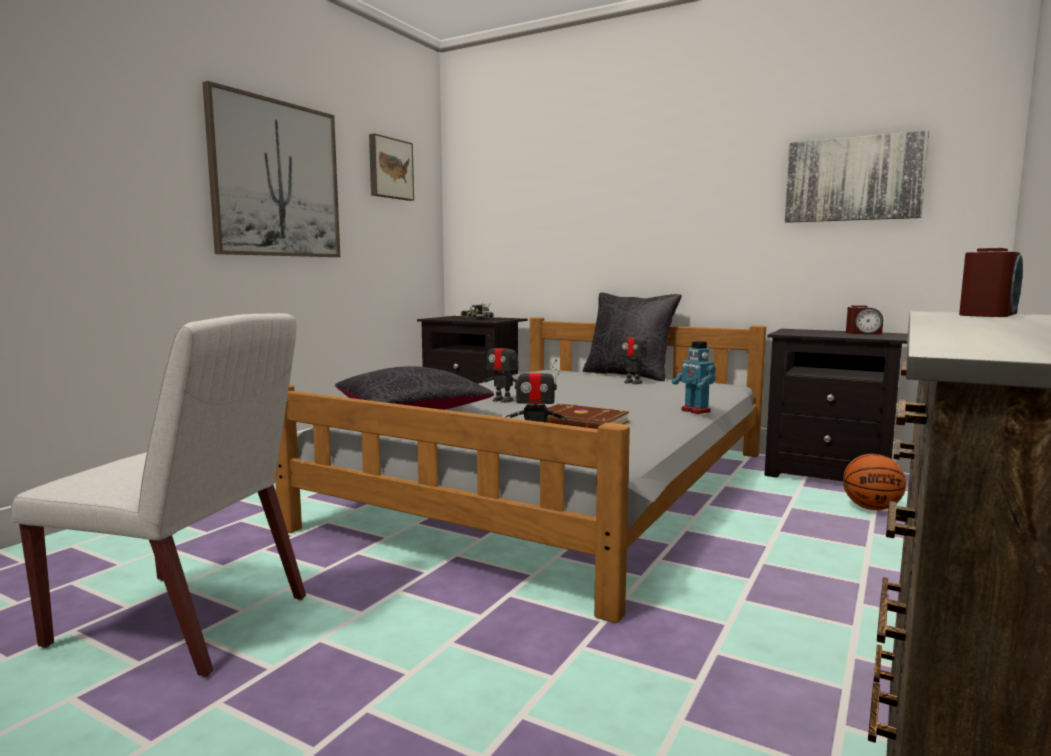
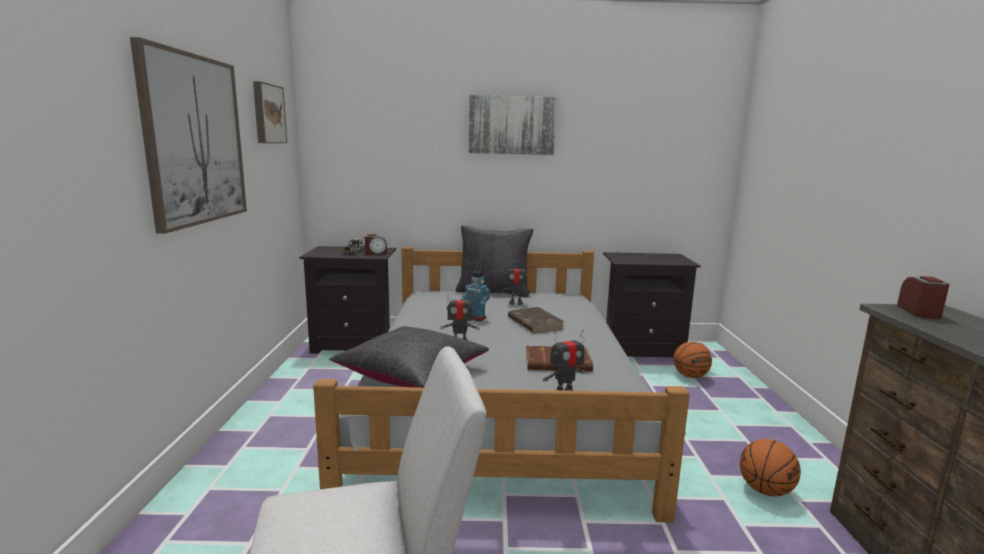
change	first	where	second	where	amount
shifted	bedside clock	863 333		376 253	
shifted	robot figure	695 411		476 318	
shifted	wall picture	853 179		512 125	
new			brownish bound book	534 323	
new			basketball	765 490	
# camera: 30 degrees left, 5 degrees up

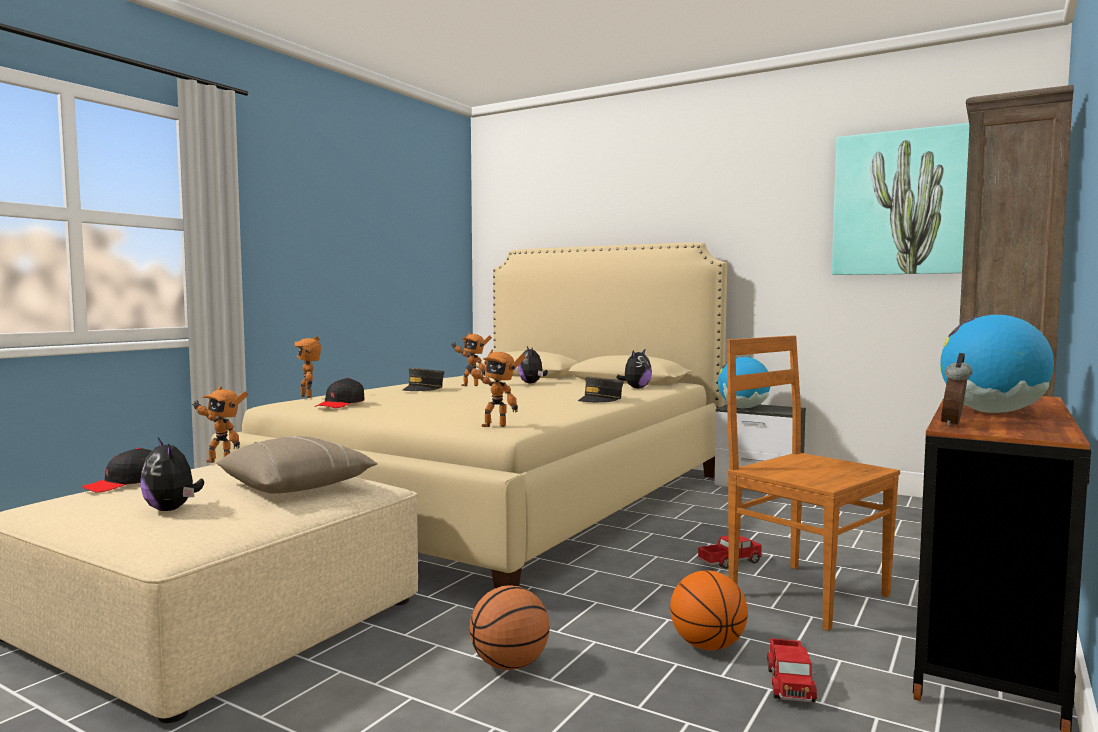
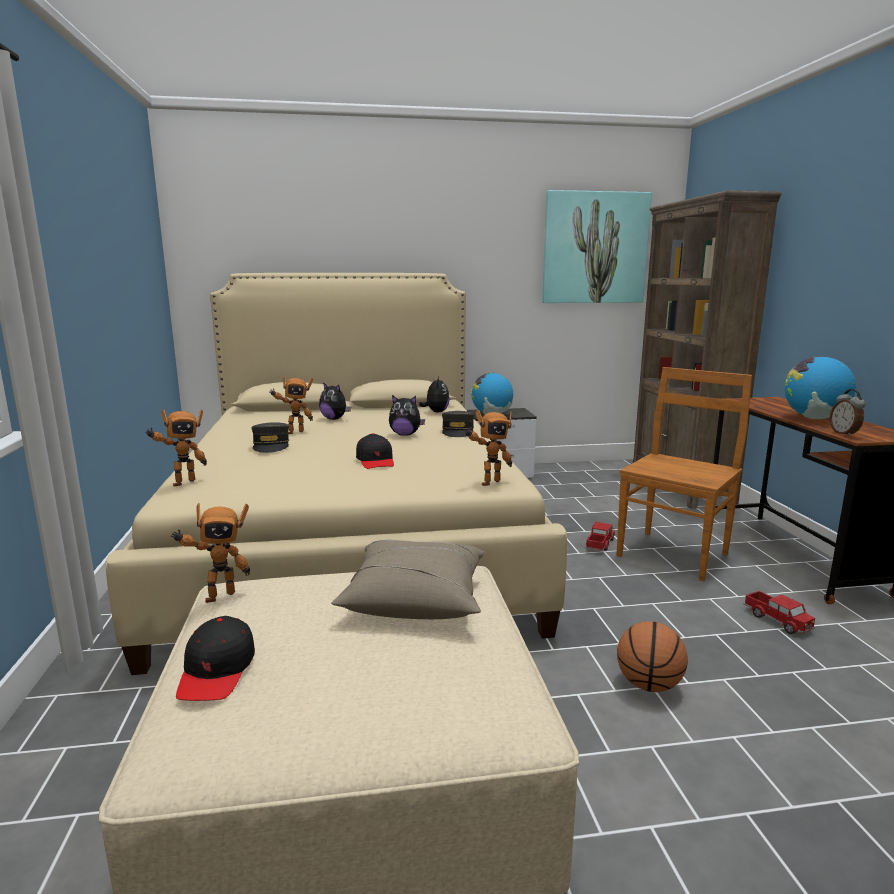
change	first	where	second	where	amount
rotated	robot figure	308 396		182 482	60 degrees counterclockwise
shifted	blackish baseball cap	341 404		376 461	
shifted	plush toy	172 509		405 434	
rotated	brownish chair	804 593		674 554	120 degrees clockwise
gone	basketball	707 646			
# camera: 40 degrees left, 10 degrees up

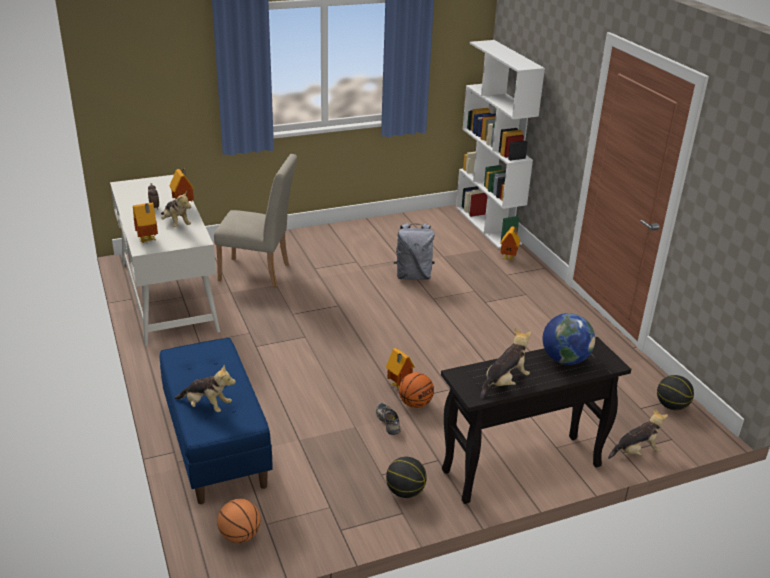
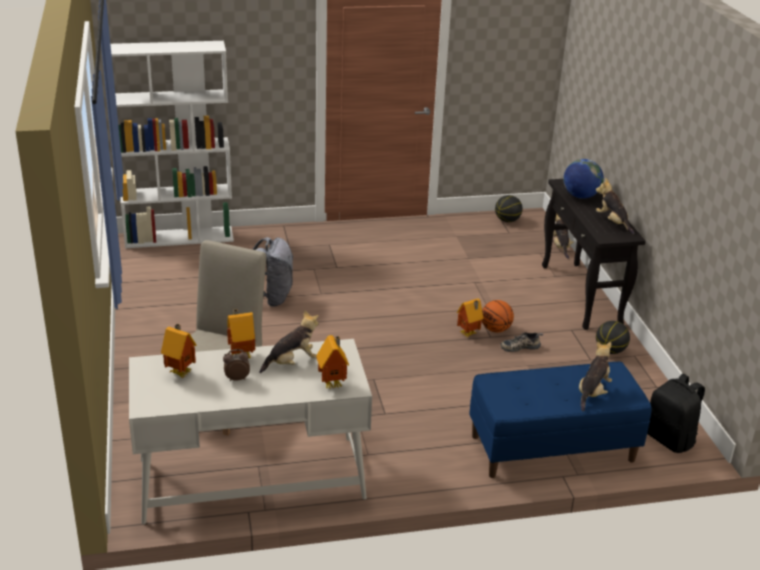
change	first	where	second	where	amount
shifted	toy house	509 258		181 372	
swapped	basketball	240 536	blackish rucksack	670 439	
# camera: 80 degrees left, 0 degrees up

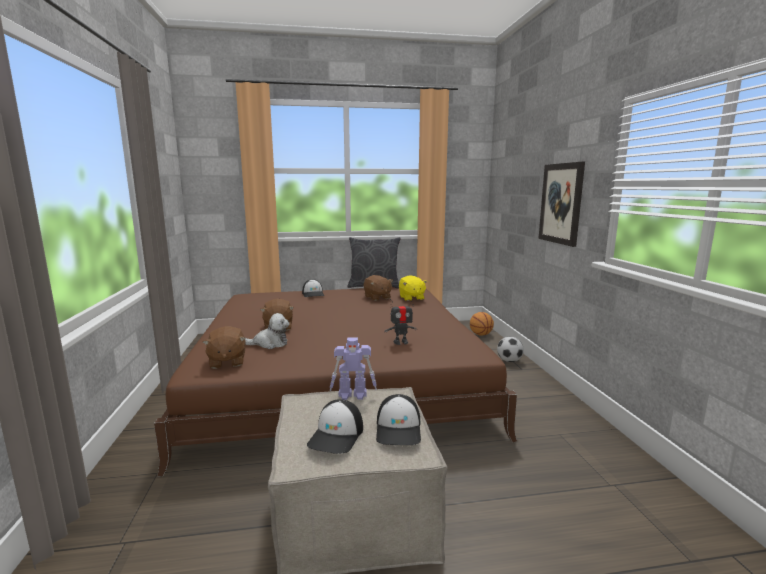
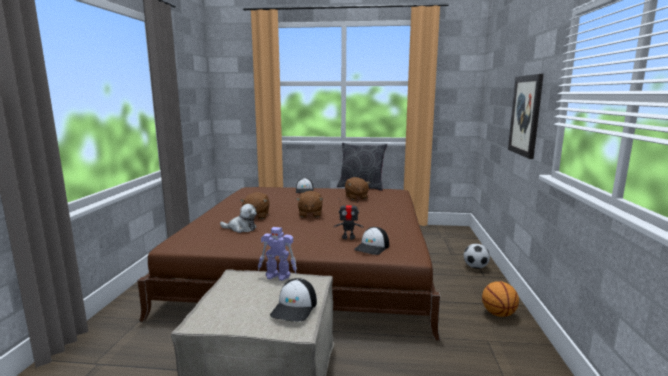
change	first	where	second	where	amount
shifted	brownish plush toy	227 362		310 214	
shifted	baseball cap	337 435		372 247	
shifted	basketball	481 334		498 314	
gone	yellow-coloured plush toy	411 298			
# camera: 15 degrees right, 0 degrees up

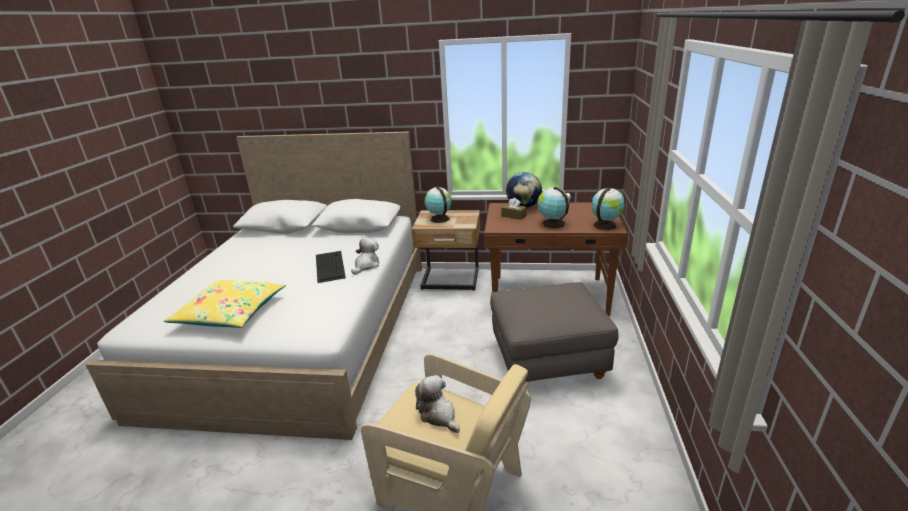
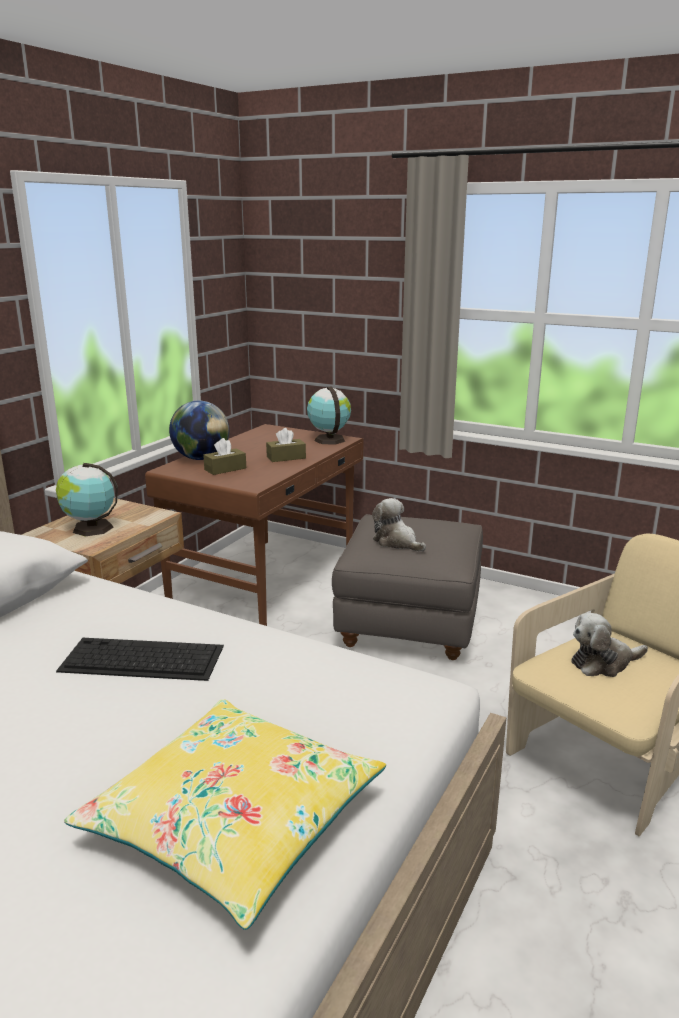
change	first	where	second	where	amount
swapped	desk globe	552 223	brownish box of tissues	286 457	
shifted	plush toy	366 265		397 542	
# camera: 70 degrees left, 5 degrees down

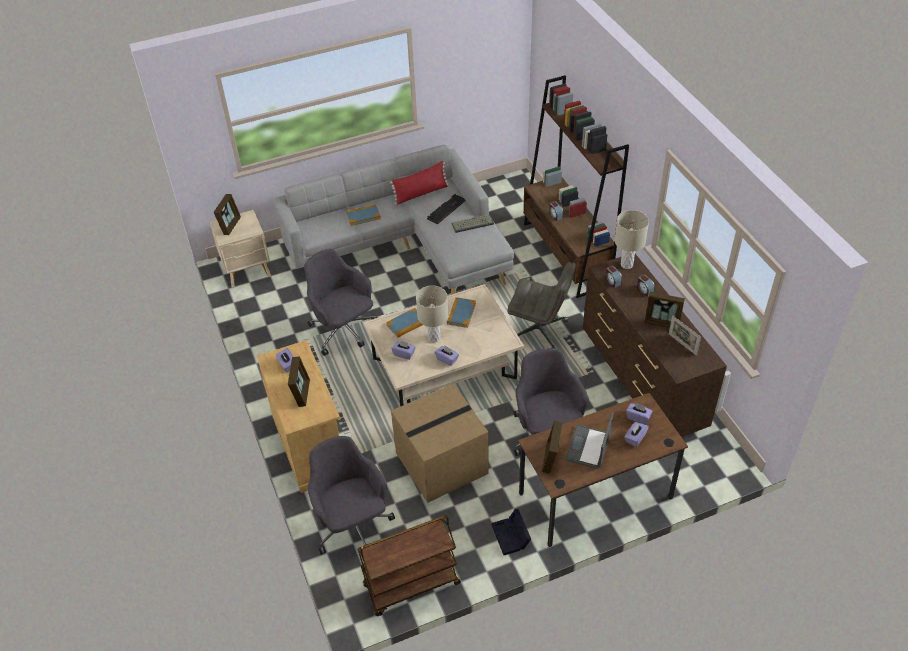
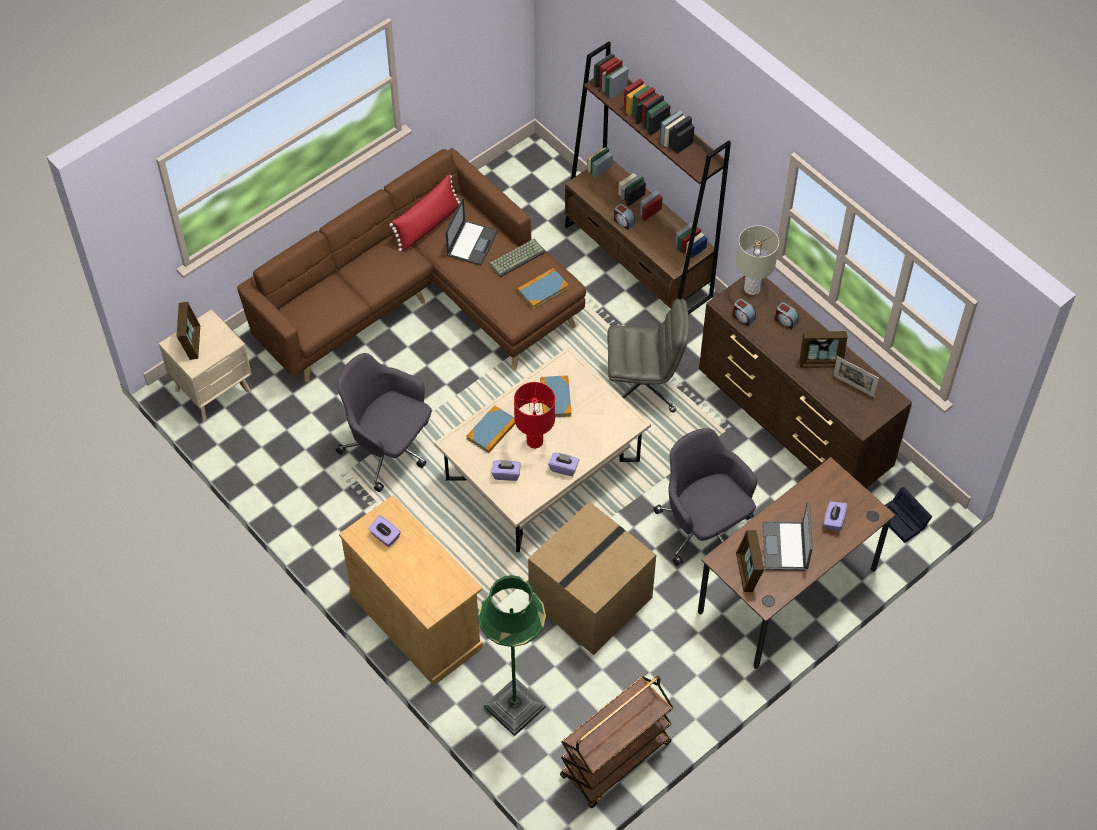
change	first	where	second	where	amount
repainted	grey sofa	408 249	brownish sofa	423 303	
swapped	computer keyboard	446 209	portable computer	472 243	
swapped	grey desk chair	352 524	greenish floor lamp	515 707	
repainted	sand-coloured table lamp	434 338	reddish table lamp	534 441	
shifted	bound book	363 216		543 289	
shifted	blackish storage container	511 537		903 520	
gone	standing frame	301 393			
gone	purplish box of tissues	638 417			
# camera: 20 degrees left, 10 degrees up

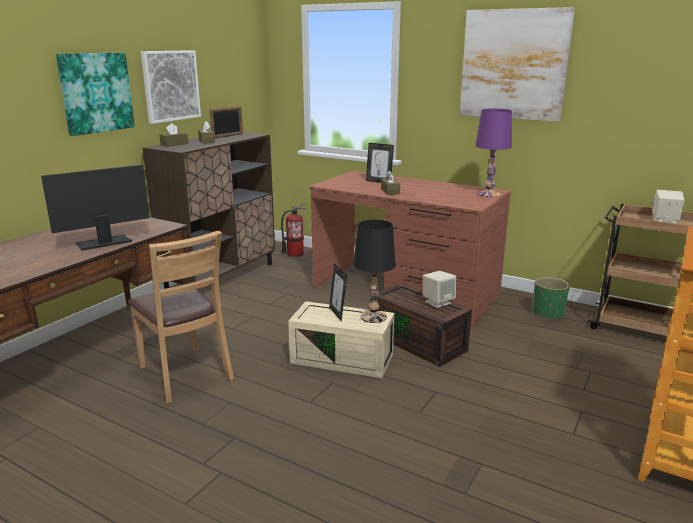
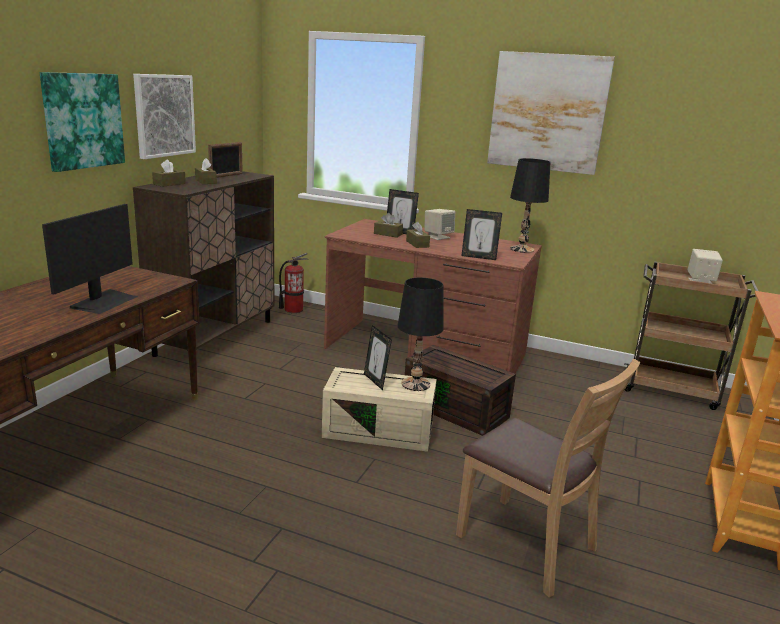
change	first	where	second	where	amount
rotated	monitor	103 242		104 301	150 degrees clockwise
new			brownish box of tissues	388 234	
shifted	sand-coloured speaker	438 302		438 237	
shifted	brownish chair	185 374		527 544	
new			standing frame	479 257	
repainted	purplish table lamp	488 194	blackish table lamp	521 249	
gone	greenish plant pot	548 314			
# camera: 10 degrees left, 0 degrees up

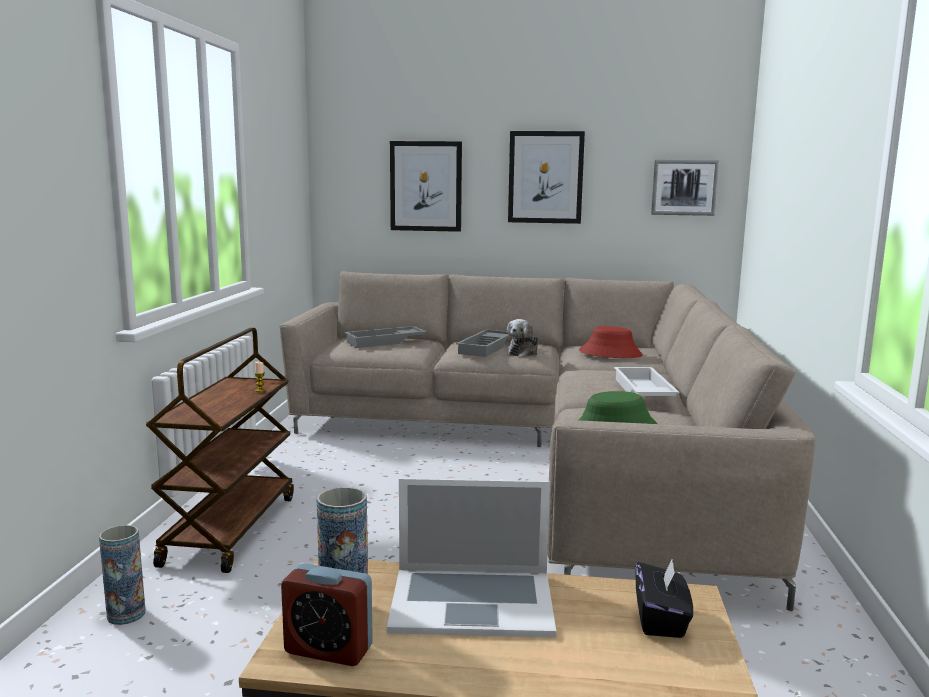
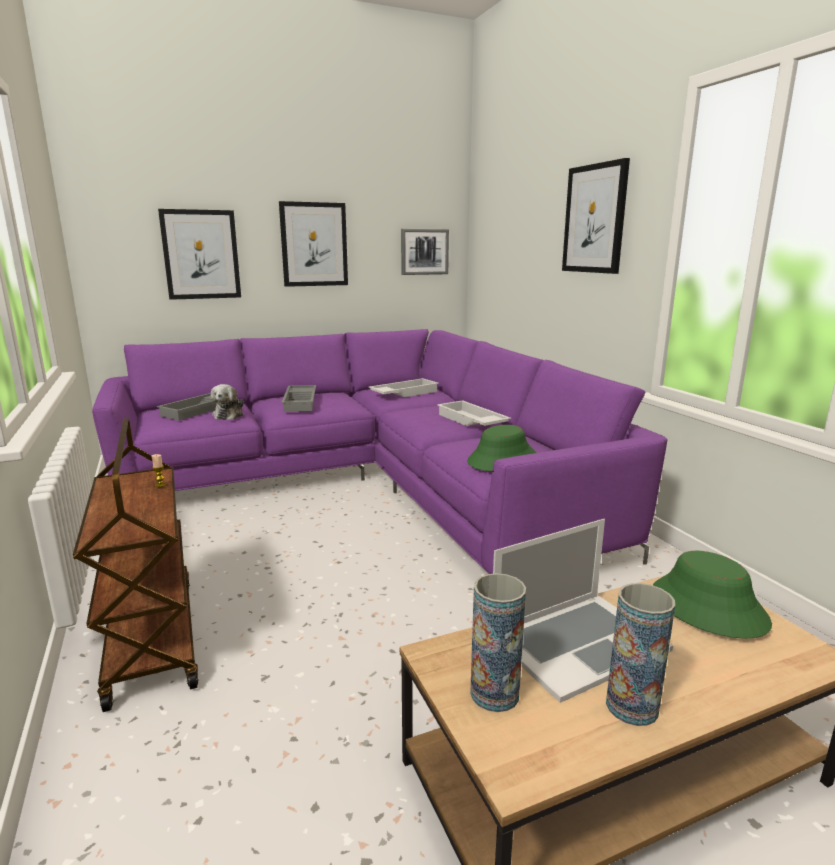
change	first	where	second	where	amount
repainted	sand-coloured sofa	545 452	purplish sofa	372 483	
shifted	plush toy	523 352		229 415	
swapped	reddish wearable hat	610 353	white-coloured tray	404 393	
new			wall picture	595 219	
shifted	vase	126 614		631 706	
swapped	blackish box of tissues	661 620	greenish wearable hat	707 607	
gone	bedside clock	328 650			
# camera: 30 degrees left, 5 degrees up

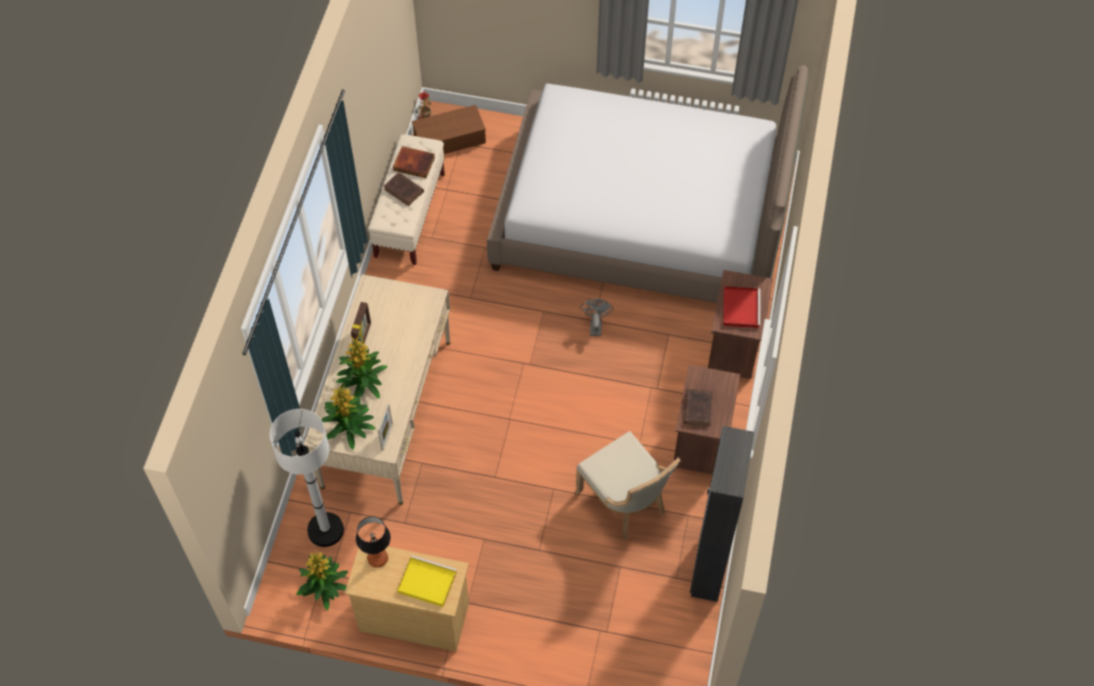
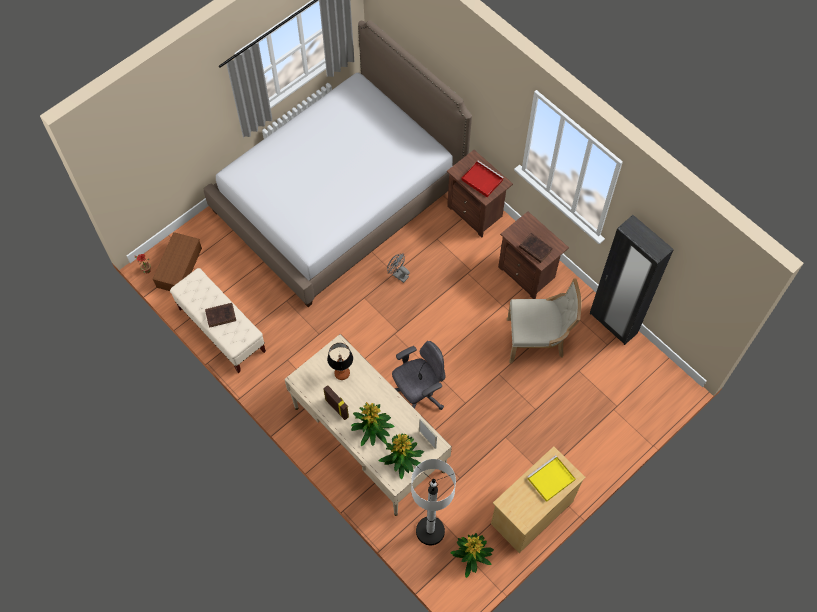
change	first	where	second	where	amount
shifted	table lamp	377 558		341 373	
new			grey desk chair	419 394	
gone	bound book	414 163			
# camera: 55 degrees left, 5 degrees up

